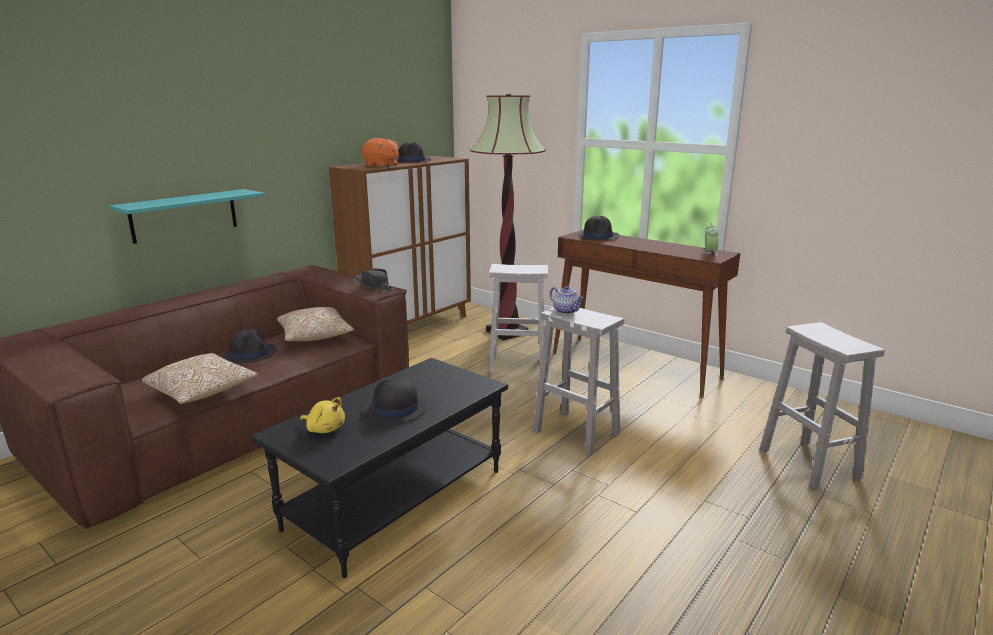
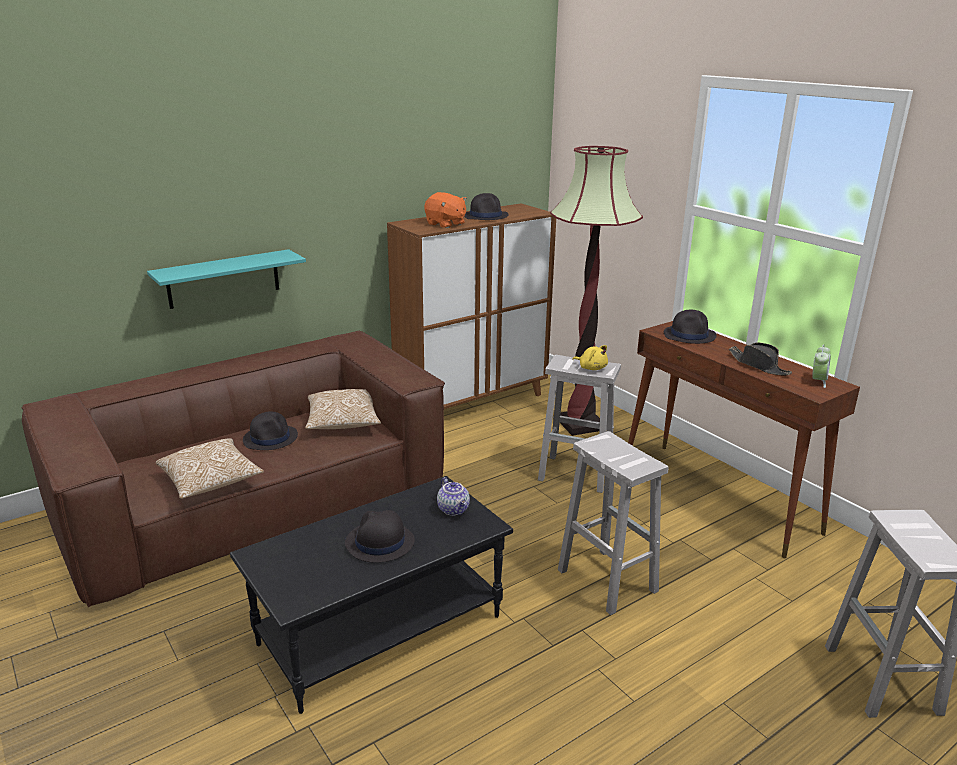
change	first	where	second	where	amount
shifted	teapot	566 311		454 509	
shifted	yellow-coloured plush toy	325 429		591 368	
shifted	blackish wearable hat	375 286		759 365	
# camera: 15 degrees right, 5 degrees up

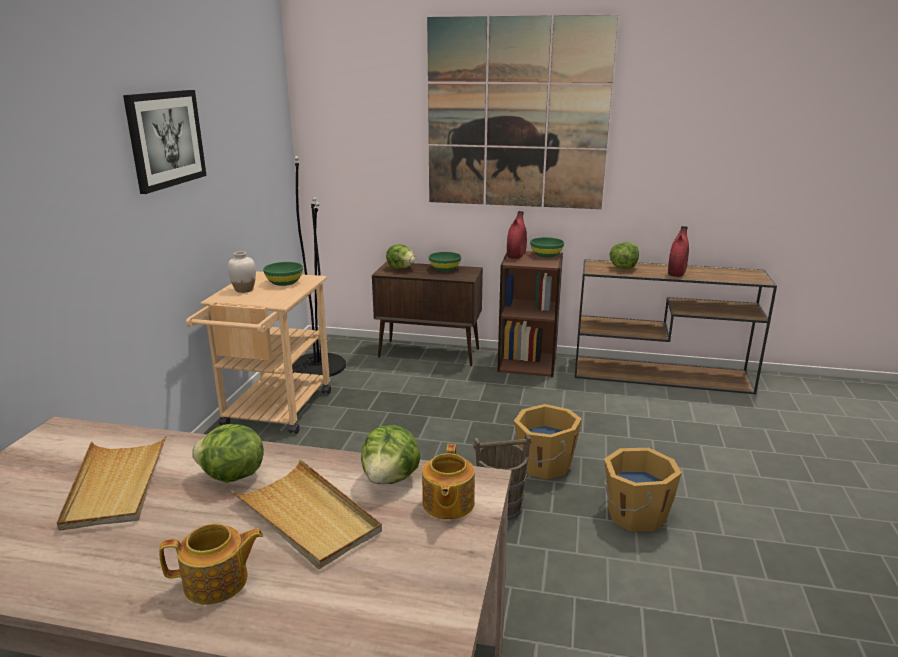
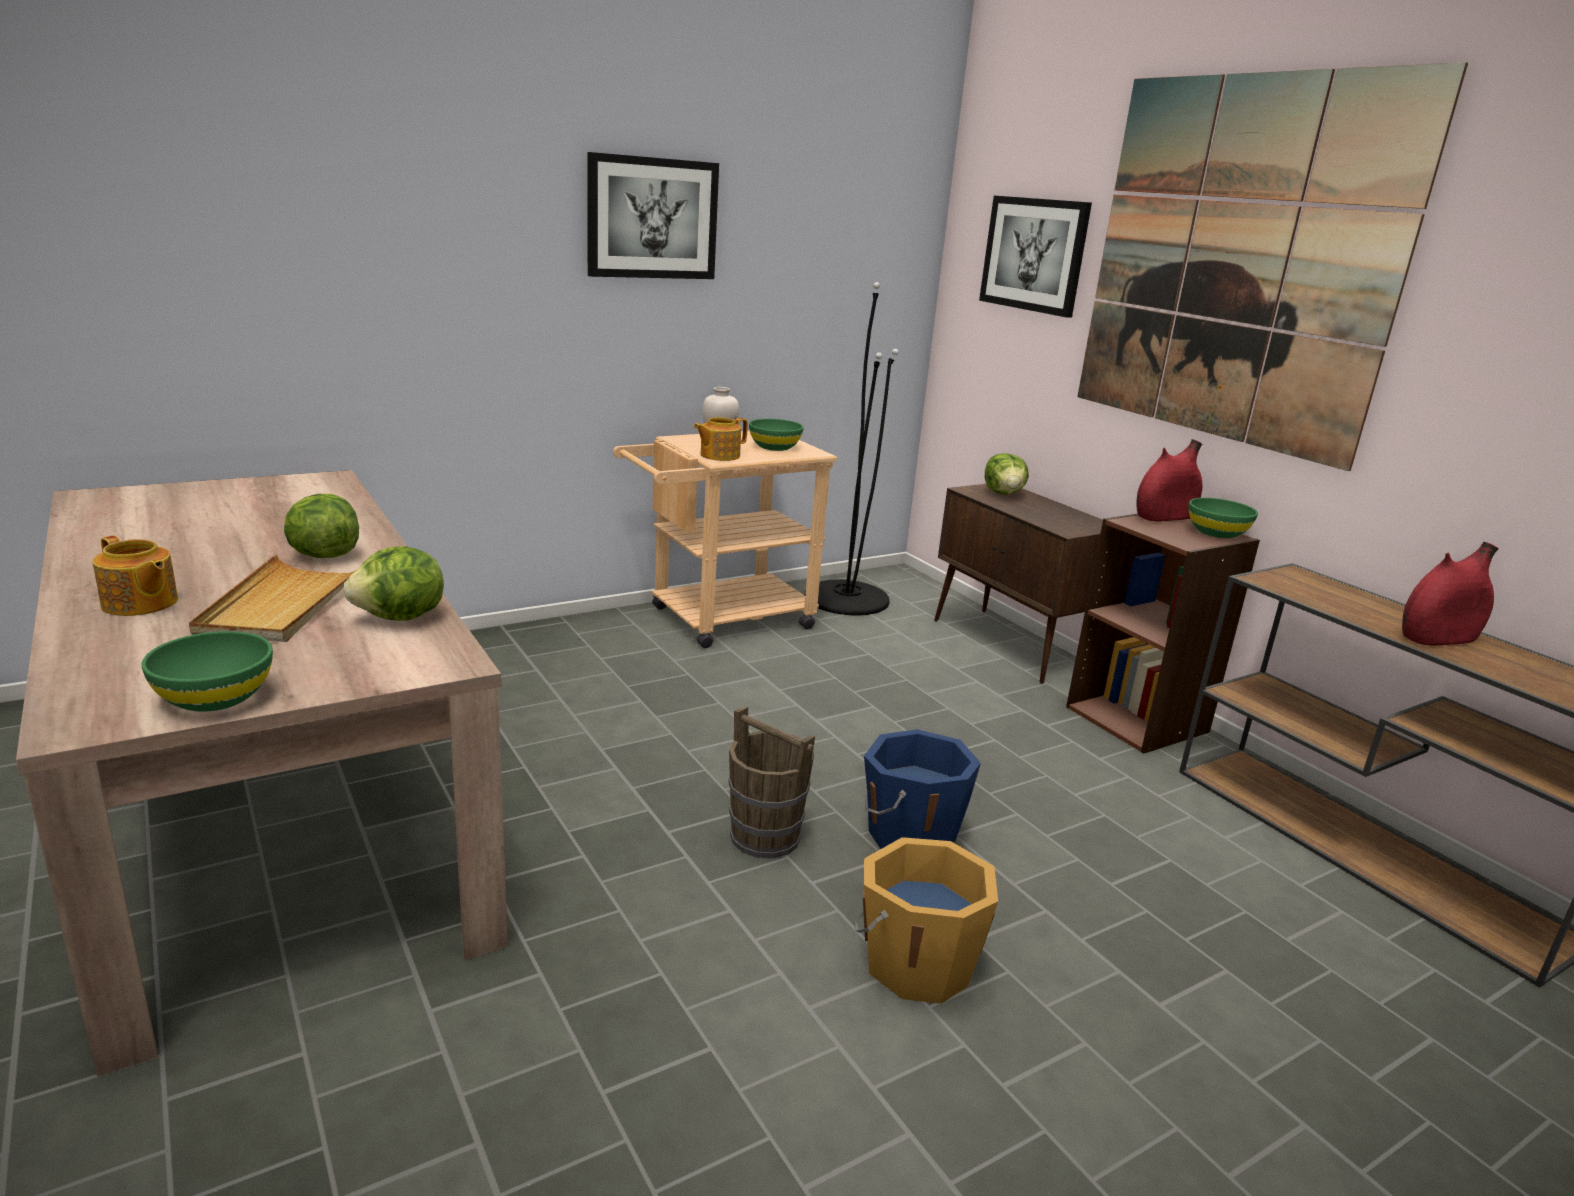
change	first	where	second	where	amount
shifted	greenish deep dish	444 269		214 697	
shifted	teapot	447 504		719 455	
repainted	orange-coloured pail	543 465	blue pail	909 834	
new			wall picture	1034 254	
gone	sand-coloured tray	116 484			
gone	lettuce head	623 268			
# camera: 45 degrees right, 0 degrees up

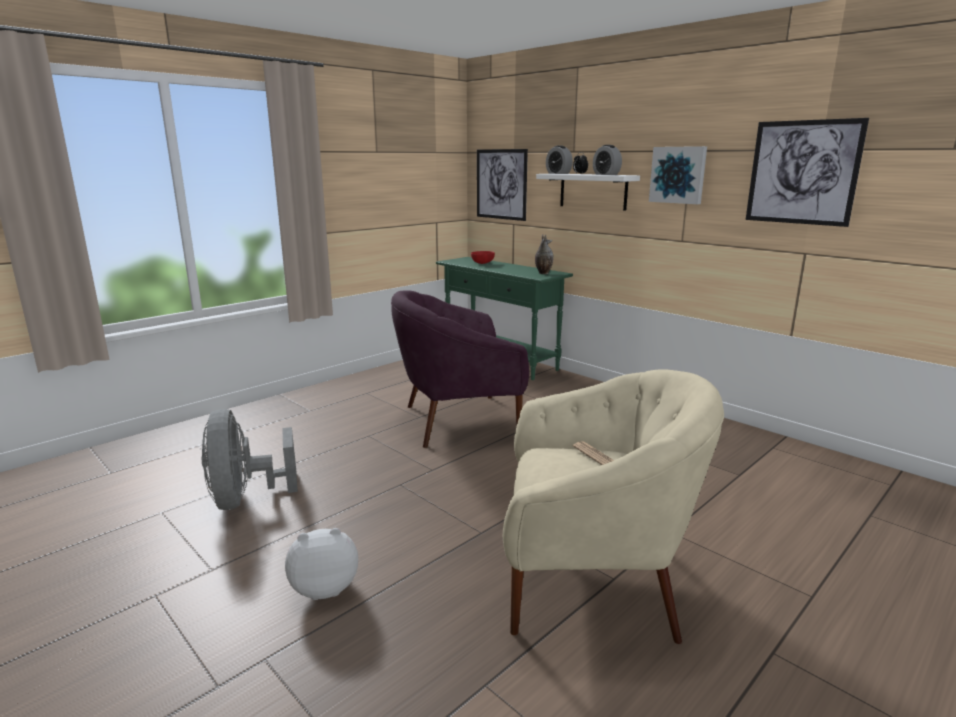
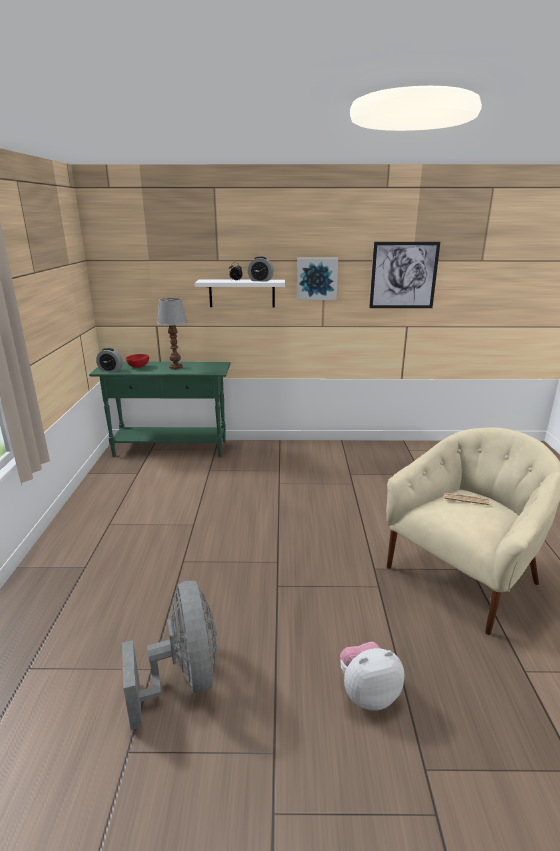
change	first	where	second	where	amount
shifted	bedside clock	558 173		110 370	
rotated	grey cooling fan	246 498		184 679	135 degrees counterclockwise
new			table lamp	176 367	
rotated	plush toy	325 587		367 693	45 degrees clockwise
gone	purplish armchair	459 420			
gone	wall picture	501 184			
gone	vase	543 273			
# camera: 45 degrees left, 5 degrees up

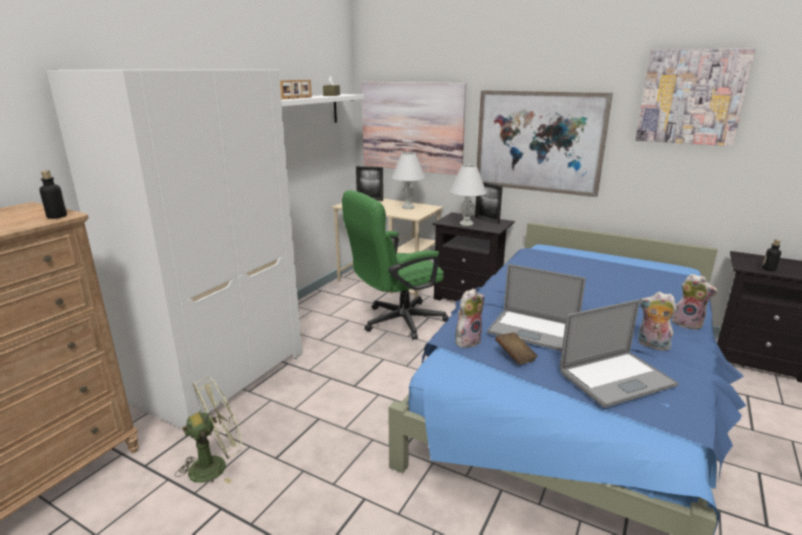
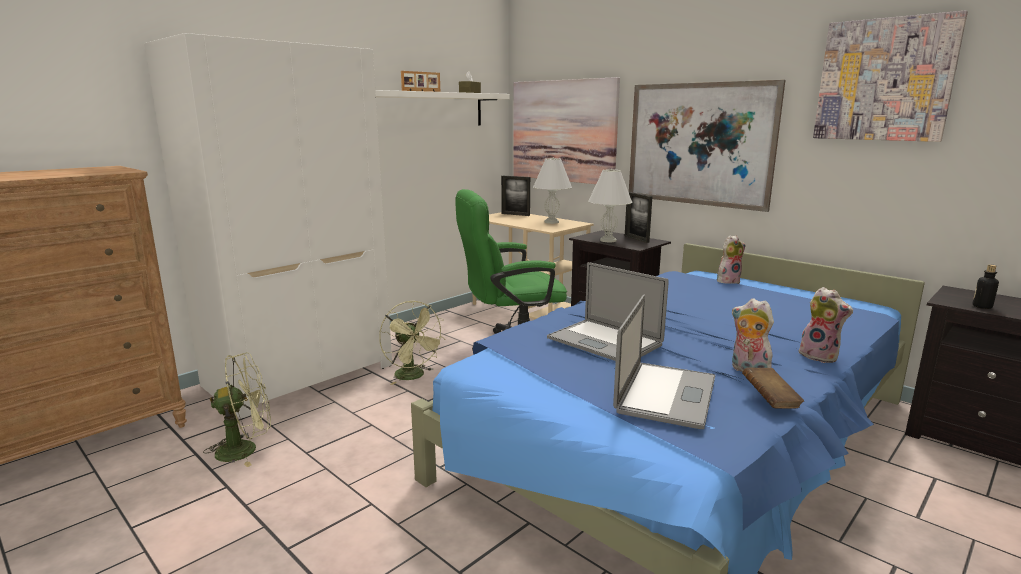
change	first	where	second	where	amount
new			greenish cooling fan	414 376	
rotated	portable computer	616 378		666 394	60 degrees counterclockwise
shifted	plush toy	467 340		728 282	
shifted	brownish bound book	515 356		770 400	
gone	bottle	57 216			
# camera: 15 degrees right, 5 degrees down

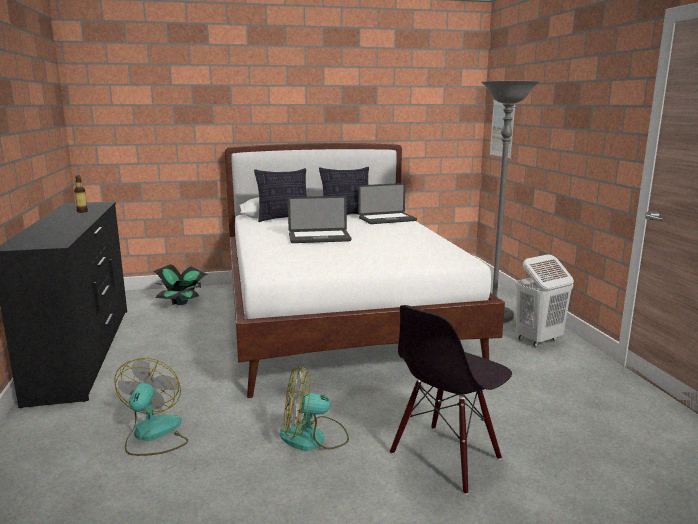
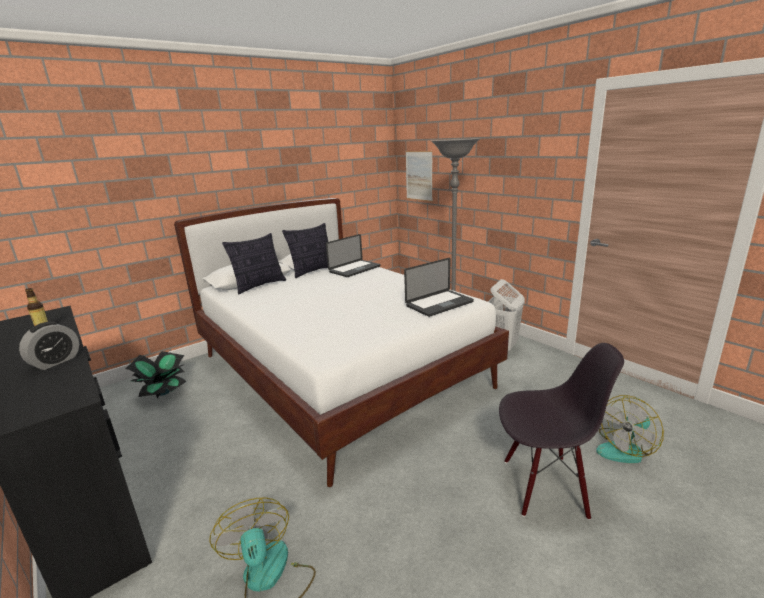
change	first	where	second	where	amount
new			bedside clock	55 362	
shifted	portable computer	319 238		439 304	
rotated	blackish chair	446 457		544 486	105 degrees counterclockwise
shifted	cooling fan	313 438		625 449	
# camera: 25 degrees left, 5 degrees up

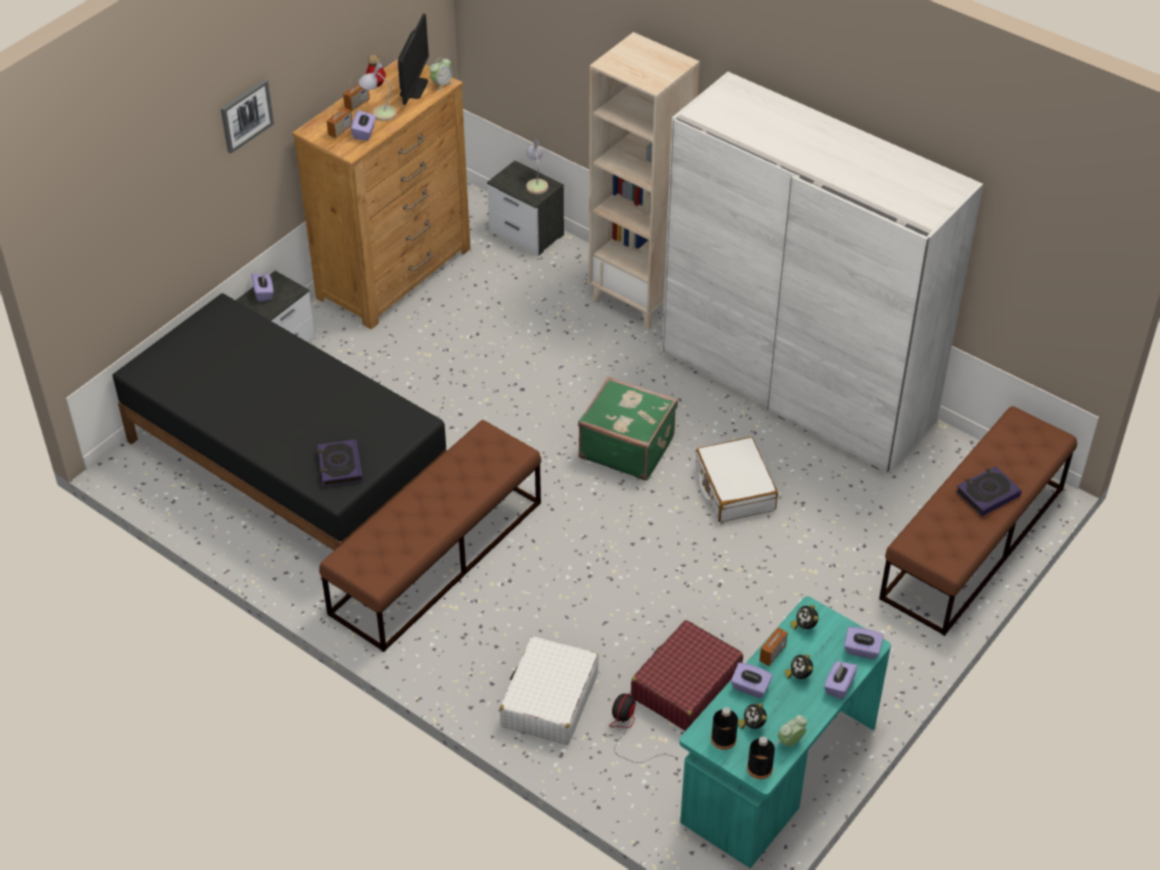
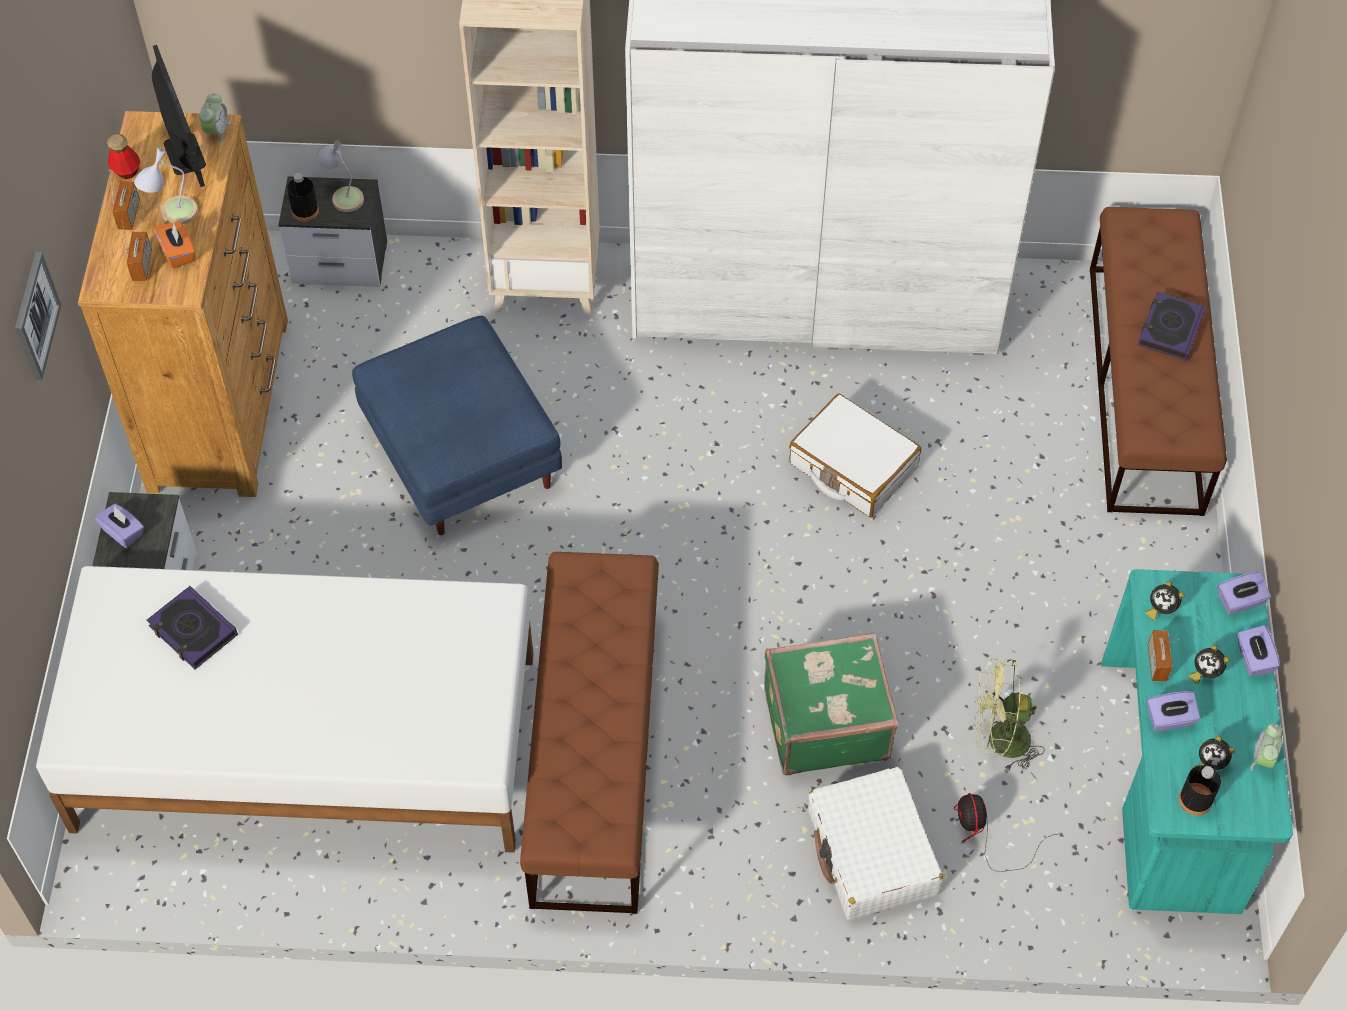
change	first	where	second	where	amount
repainted	blackish bedroom bed	287 463	white-coloured bedroom bed	305 739	
shifted	bound book	339 466		193 631	
repainted	purplish box of tissues	364 133	orange-coloured box of tissues	178 253	
shifted	blackish bottle	759 768		305 211	
new			blue pouffe	460 452	
shifted	greenish travel case	627 446		824 722	
swapped	reddish travel case	685 685	greenish cooling fan	999 741	
# camera: 35 degrees left, 10 degrees up

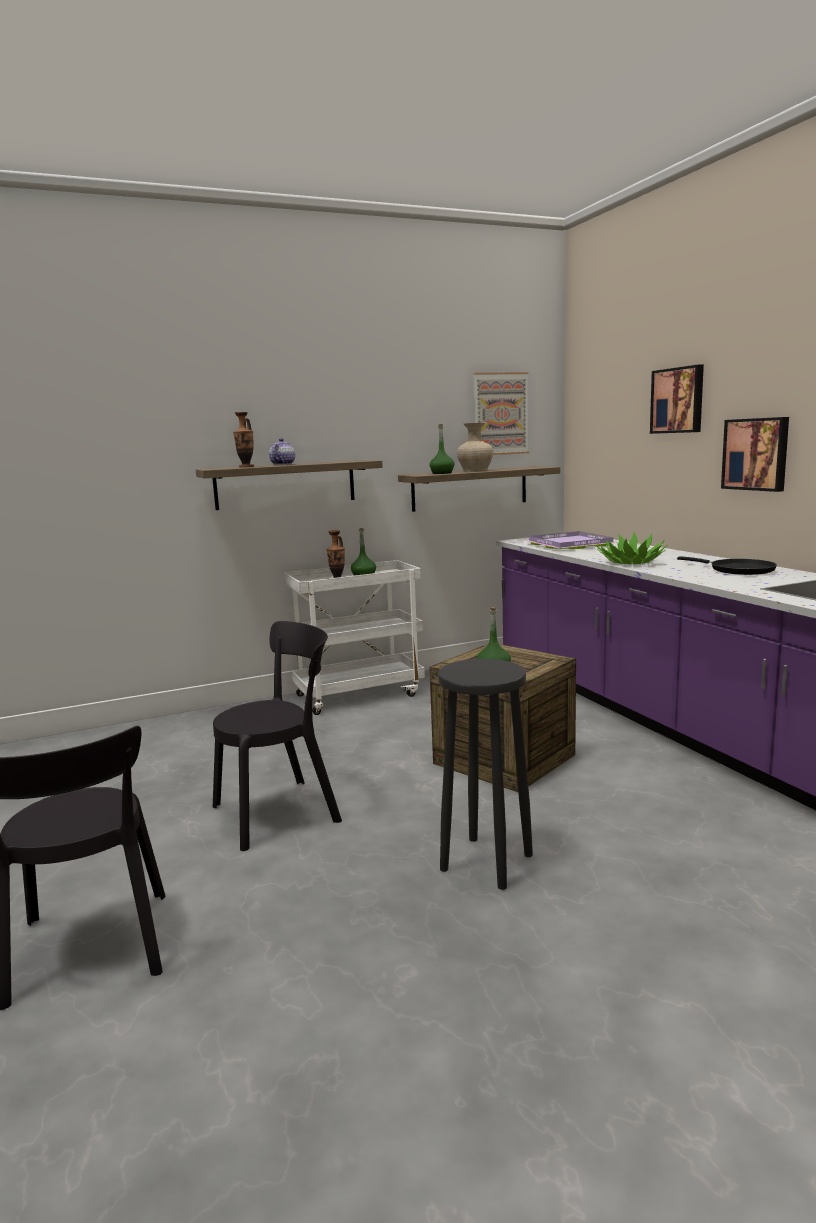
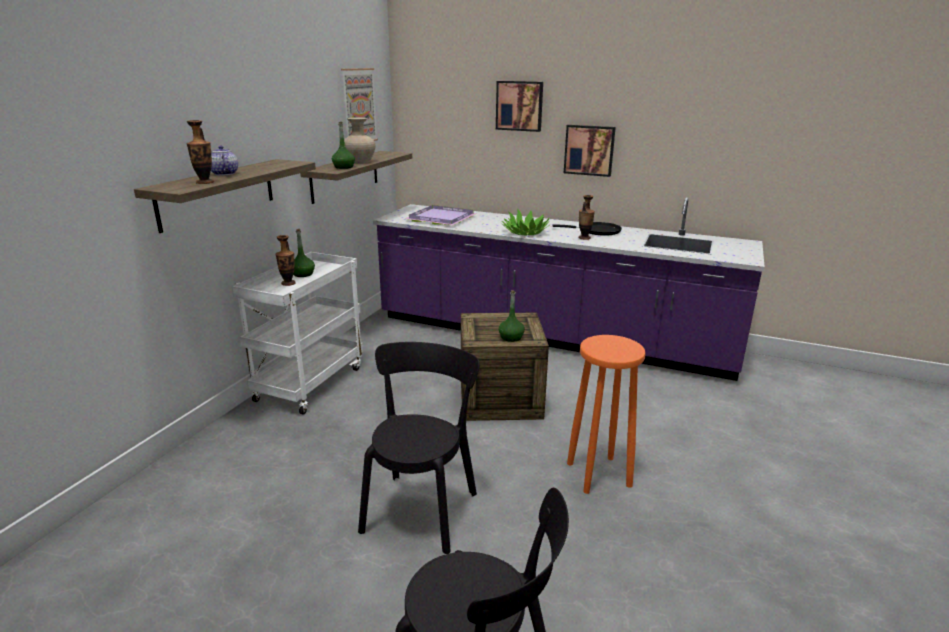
change	first	where	second	where	amount
repainted	blackish stool	486 862	orange-coloured stool	599 475	
new			vase	584 238	
# camera: 45 degrees left, 10 degrees up

